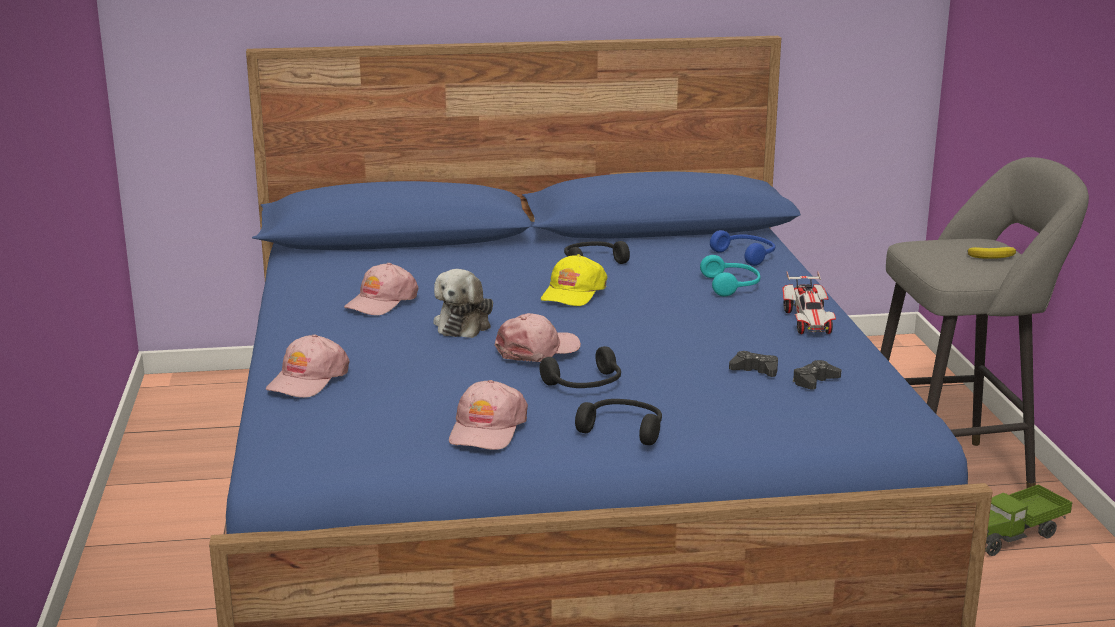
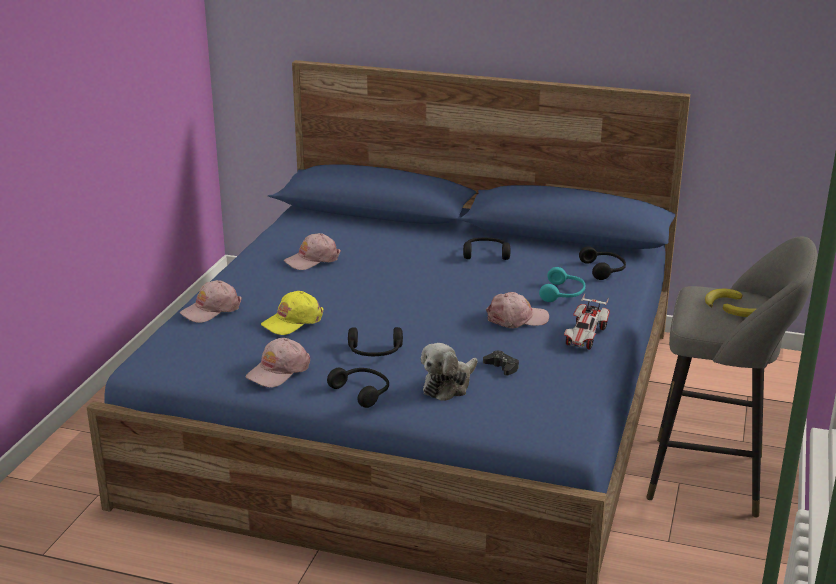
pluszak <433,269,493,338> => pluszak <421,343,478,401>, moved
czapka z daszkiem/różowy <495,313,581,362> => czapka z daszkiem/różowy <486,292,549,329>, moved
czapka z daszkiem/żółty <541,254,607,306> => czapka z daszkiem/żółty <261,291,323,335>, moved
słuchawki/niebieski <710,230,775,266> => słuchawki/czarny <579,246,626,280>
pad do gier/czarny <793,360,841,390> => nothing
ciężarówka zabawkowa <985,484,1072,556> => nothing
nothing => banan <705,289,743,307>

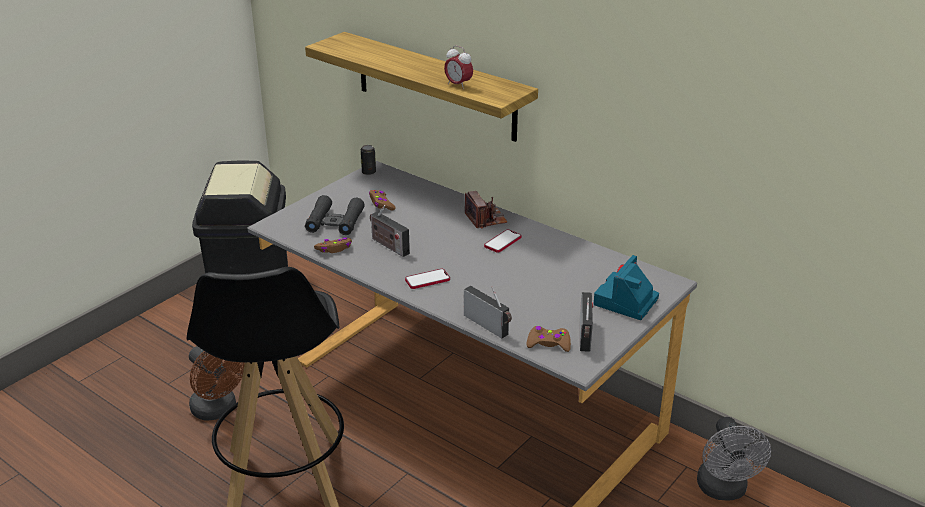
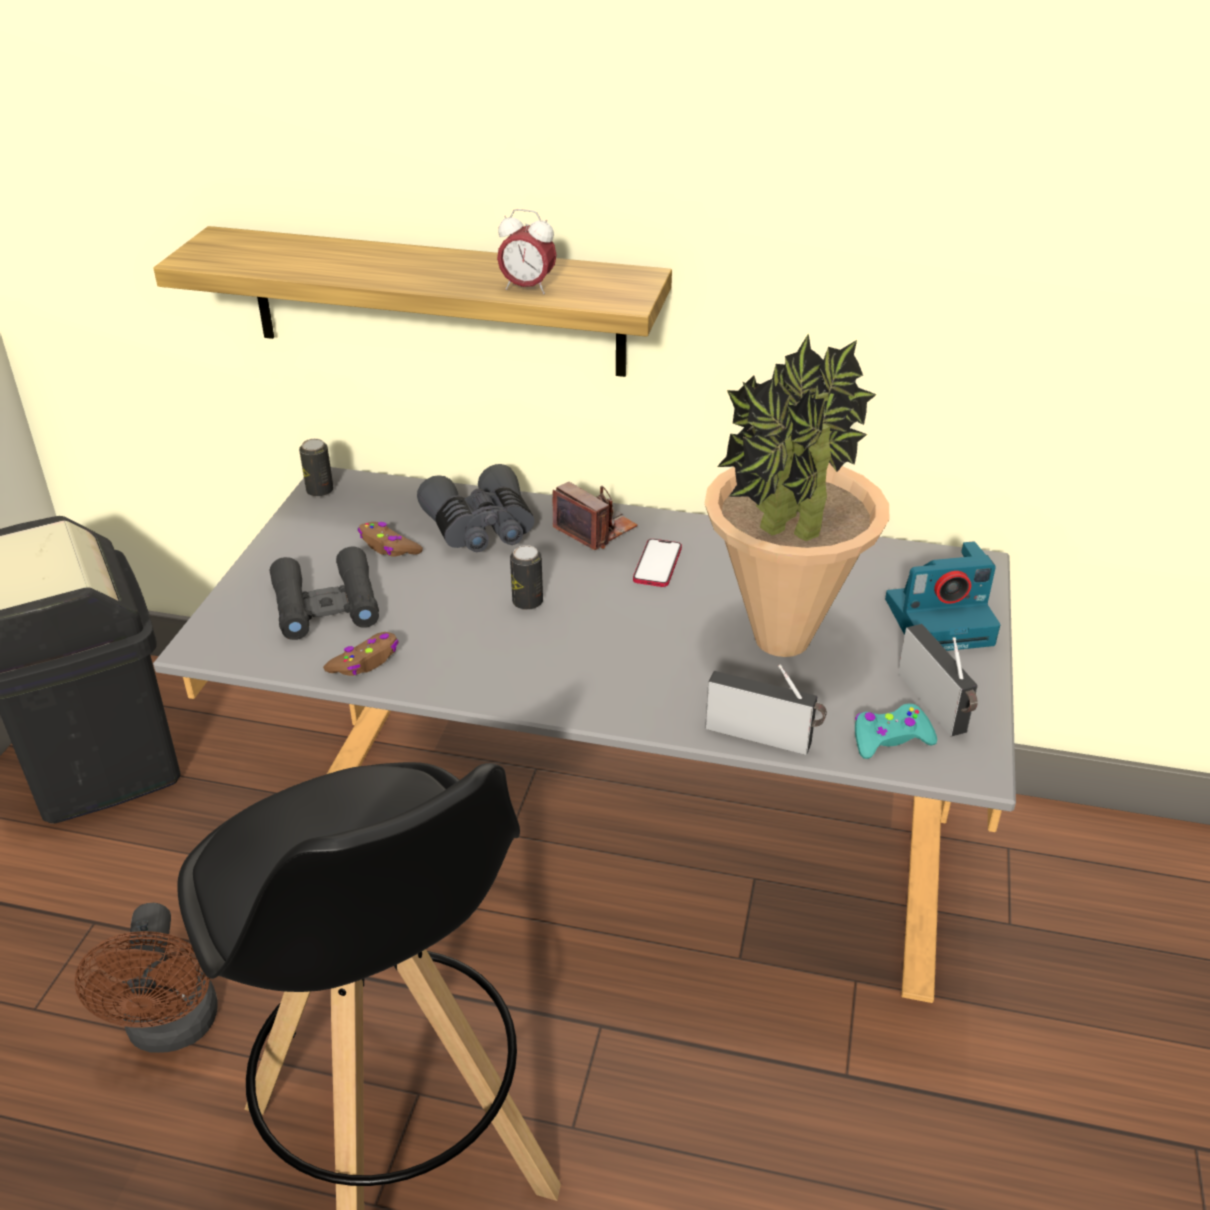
wentylator/brązowy <189,346,245,421> => wentylator/brązowy <75,903,218,1053>, 60 degrees clockwise
radio <370,205,410,257> => nothing
telefon <405,269,450,289> => nothing
pad do gier/brązowy <527,326,571,352> => pad do gier/turkusowy <855,704,937,759>
aparat fotograficzny <593,255,659,320> => aparat fotograficzny <885,541,1000,651>, 105 degrees counterclockwise
wentylator/szary <697,417,771,501> => nothing
nothing => lornetka/szary <417,464,534,552>
nothing => puszka <510,545,543,610>
nothing => roślina doniczkowa <705,333,889,657>

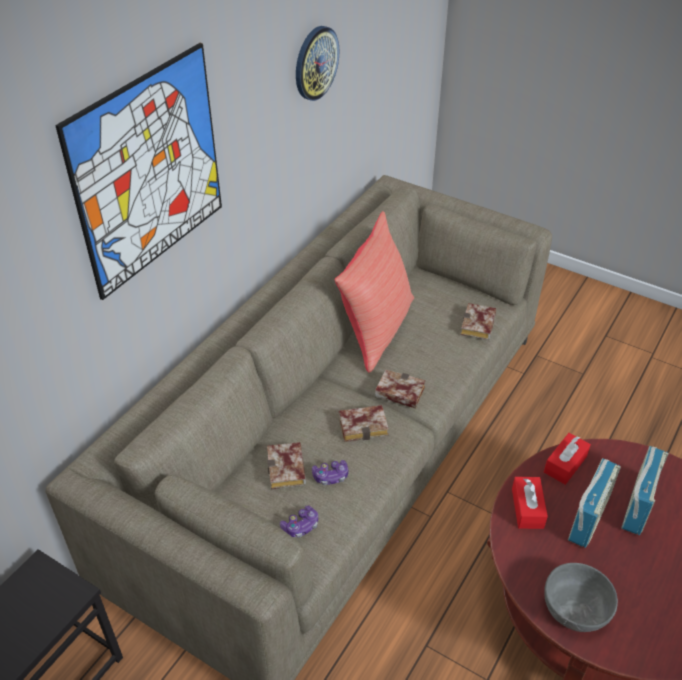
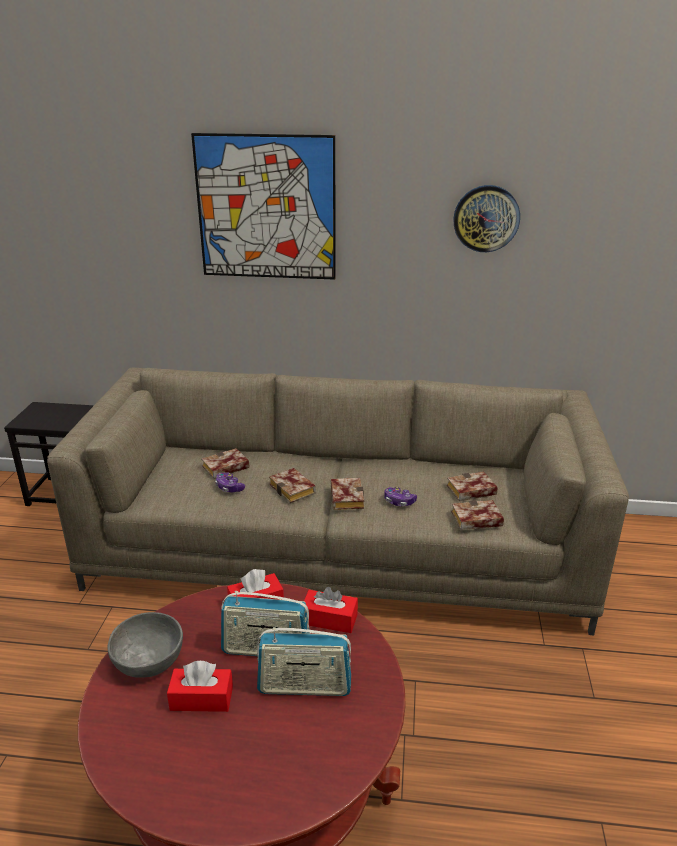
pad do gier <280,506,318,538> => pad do gier <384,487,417,506>, moved
poduszka/czerwony <335,211,414,373> => nothing
nothing => pudełko chusteczek/czerwony <167,661,233,712>
nothing => książka <447,471,498,501>

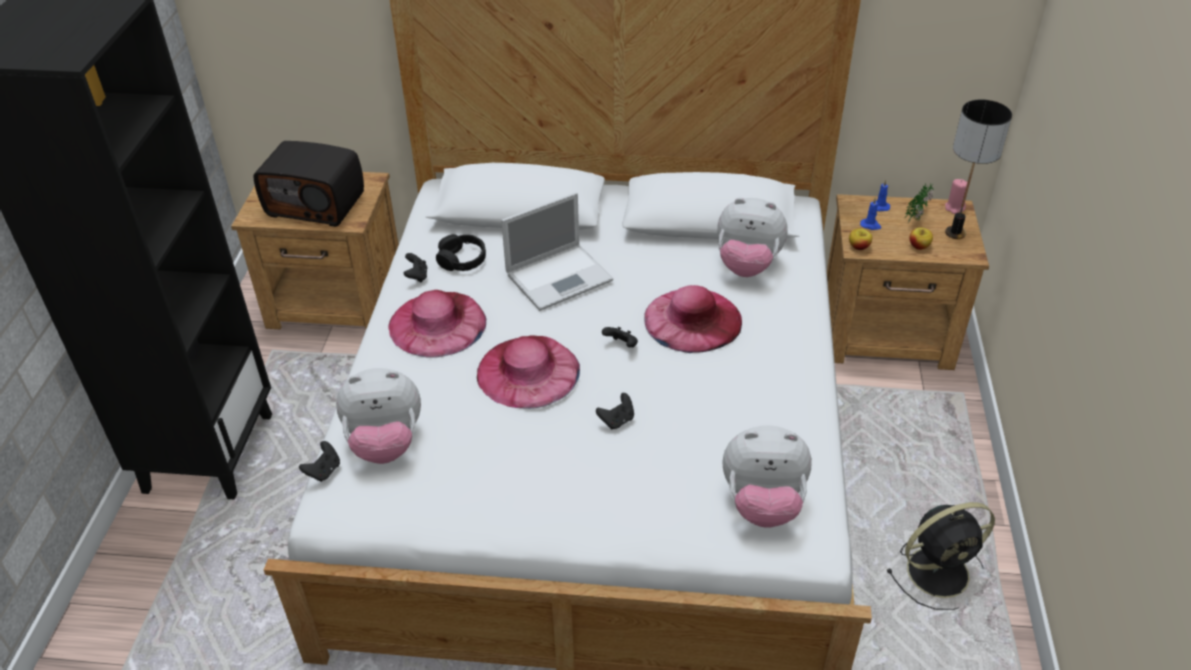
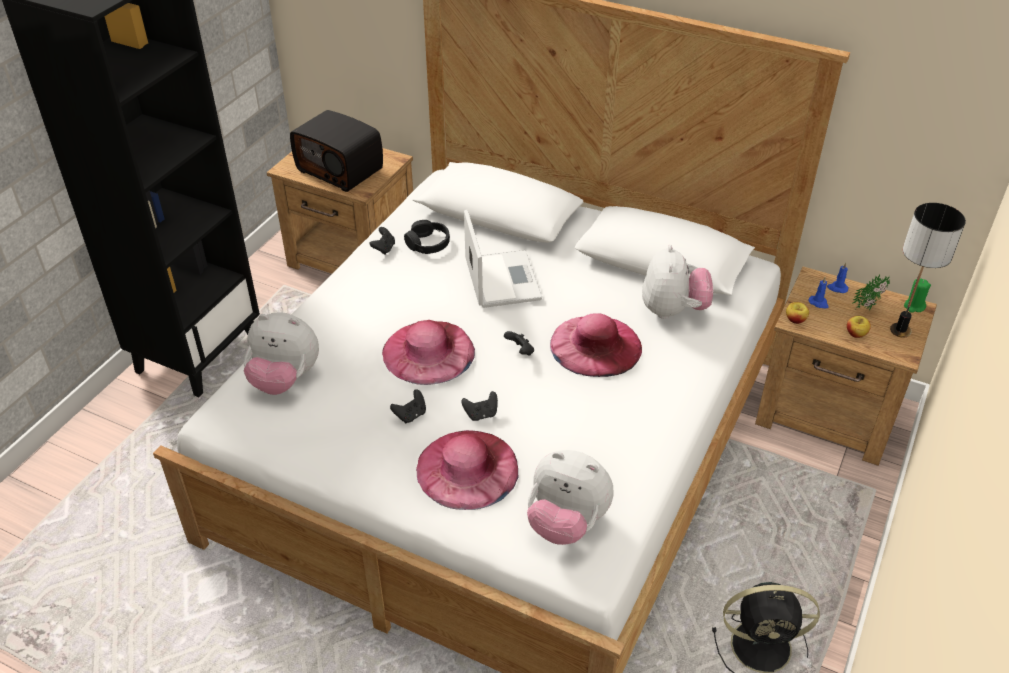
pad do gier/czarny <299,441,340,482> => pad do gier/czarny <390,389,426,423>, moved
kapelusz/różowy <388,290,486,358> => kapelusz/różowy <416,430,519,510>, moved
laptop <501,192,613,311> => laptop <464,210,542,308>, 90 degrees counterclockwise
pluszak <717,198,787,277> => pluszak <642,245,713,319>, 120 degrees counterclockwise
świeca/różowy <945,179,967,214> => świeca/zielony <904,279,931,313>

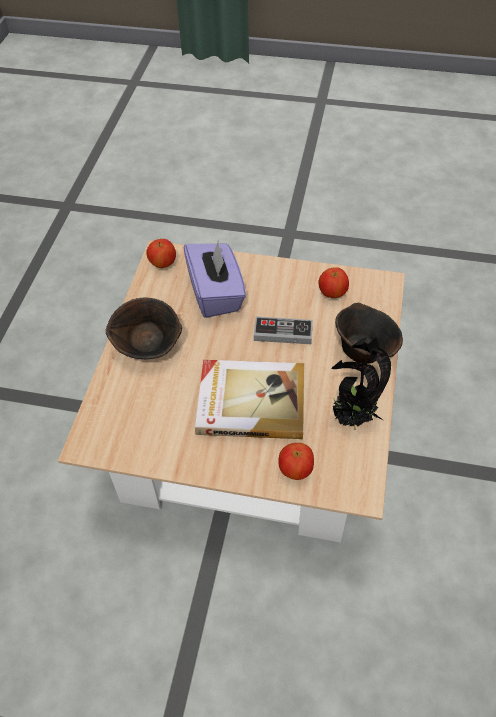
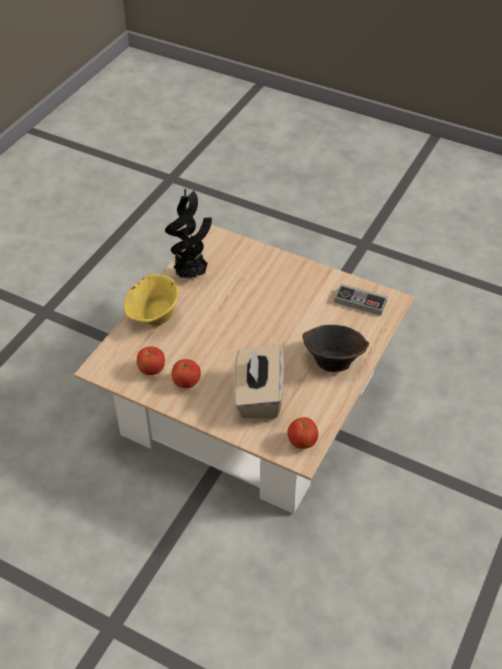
pudełko chusteczek/fioletowy <184,239,246,318> => pudełko chusteczek/beżowy <234,344,284,419>
książka <195,360,304,439> => nothing
pad do gier <254,317,313,344> => pad do gier <334,284,388,316>, moved
jabłko <278,443,314,480> => jabłko <172,359,201,388>, moved
miska/brązowy <335,303,403,364> => miska/żółty <124,274,179,326>

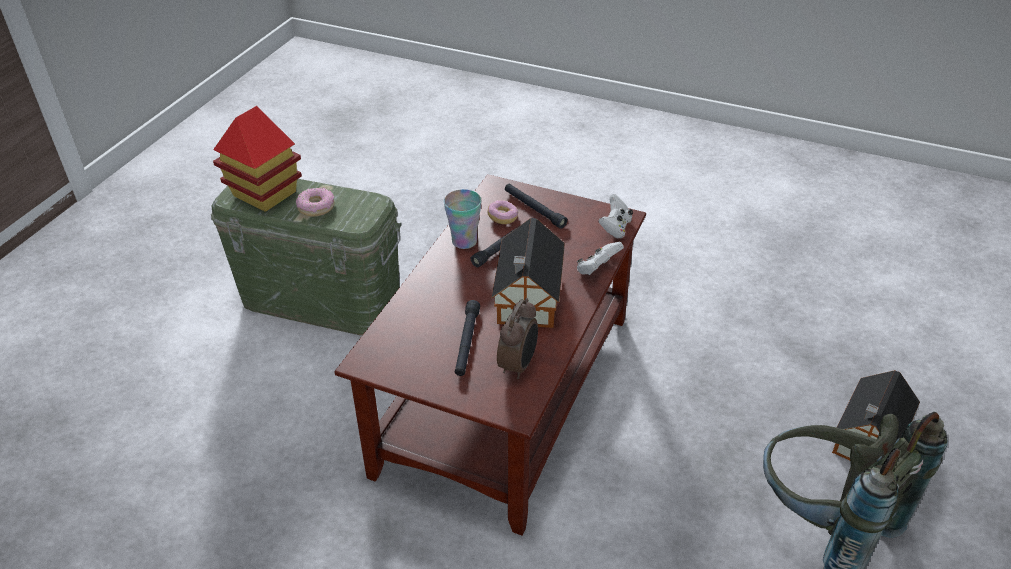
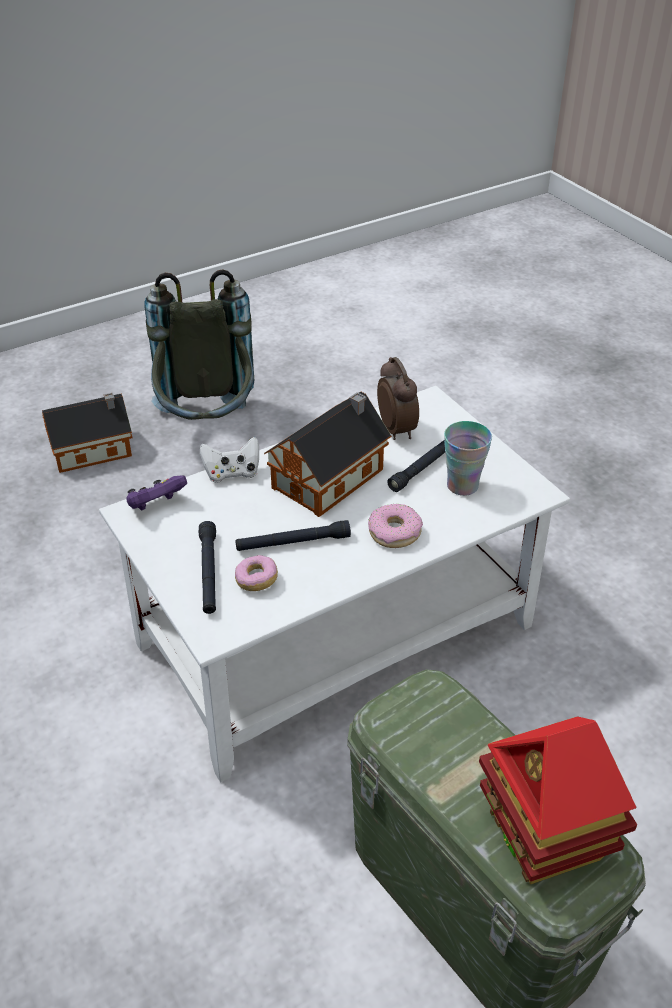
donut <296,188,334,217> => donut <368,504,423,548>, moved
ława/brązowy <335,175,646,536> => ława/biały <99,386,570,782>
filiżanka <444,189,481,249> => filiżanka <444,421,492,496>, moved
budzik <497,298,538,380> => budzik <377,357,419,440>, 105 degrees clockwise
pad do gier/biały <598,194,633,238> => pad do gier/fioletowy <126,475,187,511>

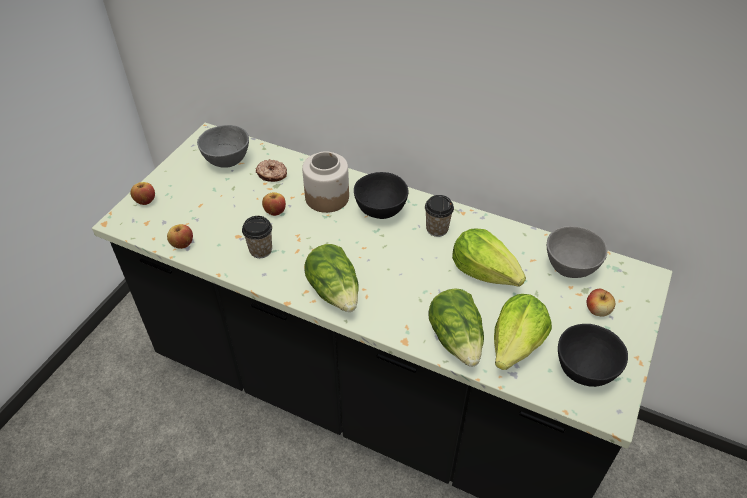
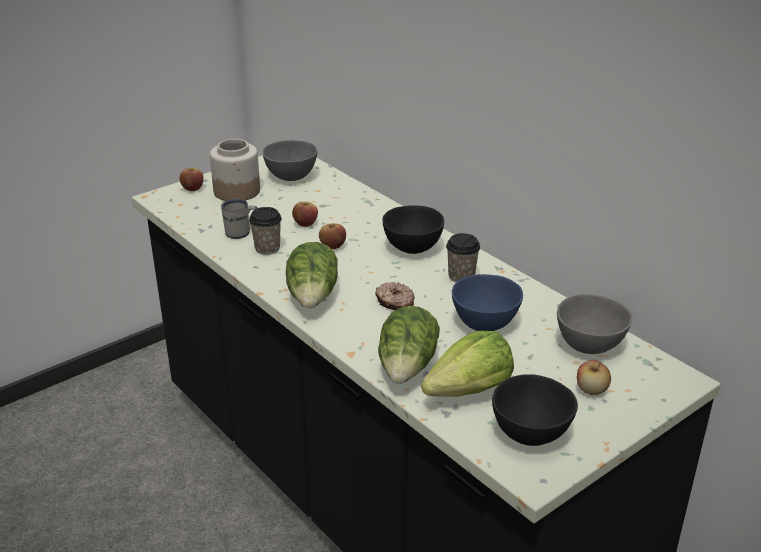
jabłko <167,224,193,249> => jabłko <319,223,346,249>, moved
donut <255,159,287,182> => donut <375,282,415,310>, moved
słoik <302,151,349,213> => słoik <210,139,260,201>, moved
sałata <452,228,526,287> => miska/niebieski <452,274,523,331>
nothing => kubek/biały <221,199,257,239>

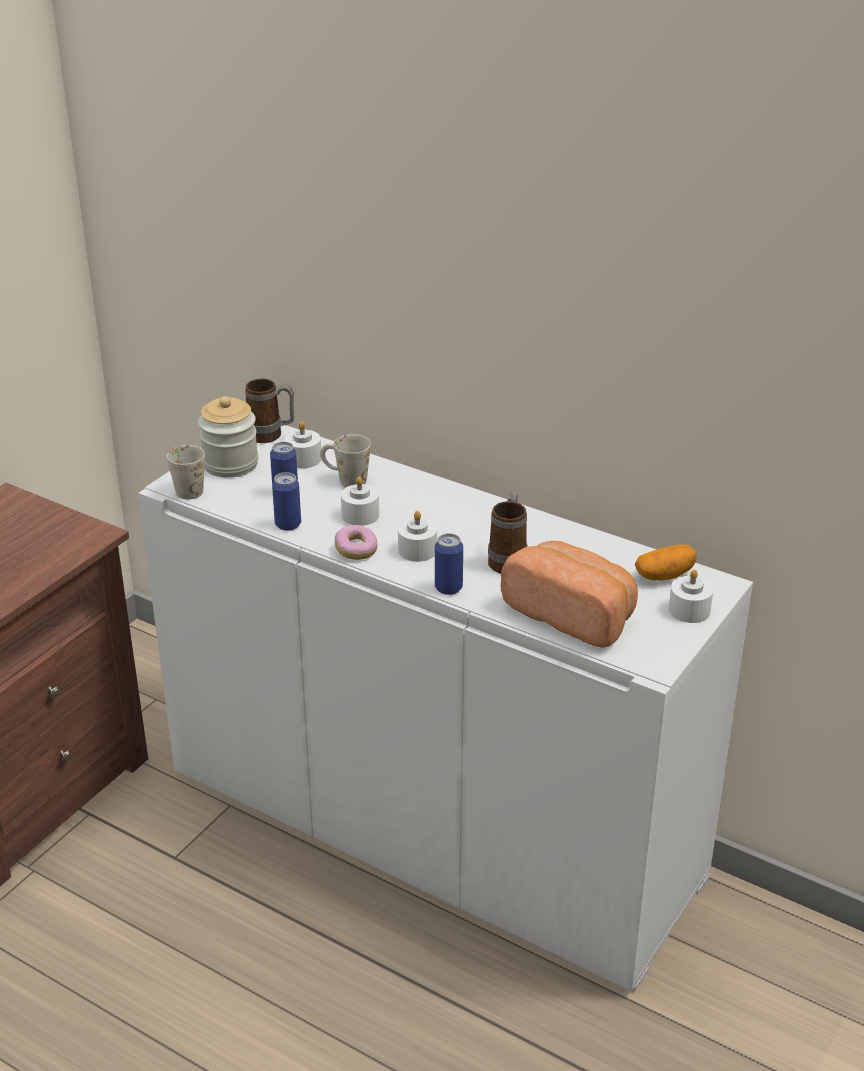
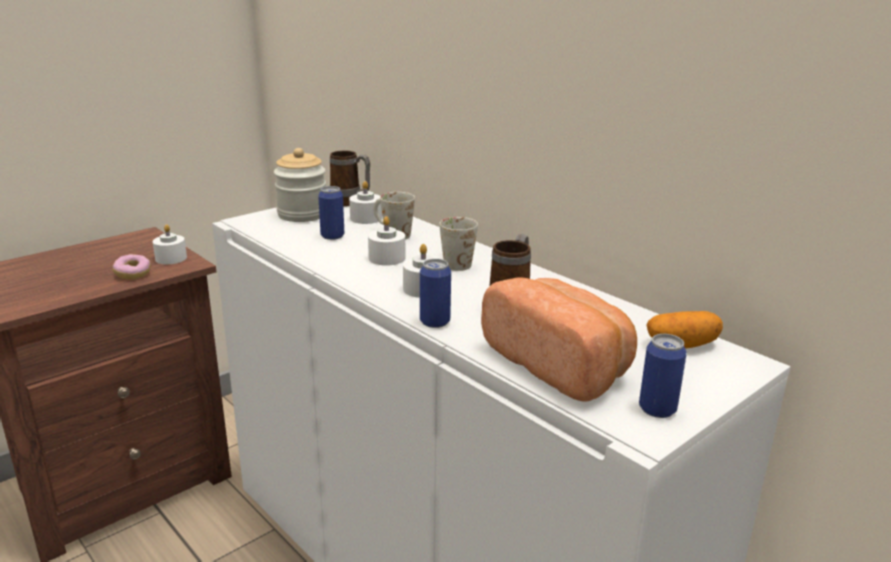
kubek/biały <167,445,205,500> => kubek/biały <439,217,478,271>, moved
puszka <272,472,301,531> => puszka <639,334,687,418>, moved
donut <335,525,378,560> => donut <112,254,151,279>, moved
świeca/biały <669,569,713,623> => świeca/biały <153,224,187,264>, moved

